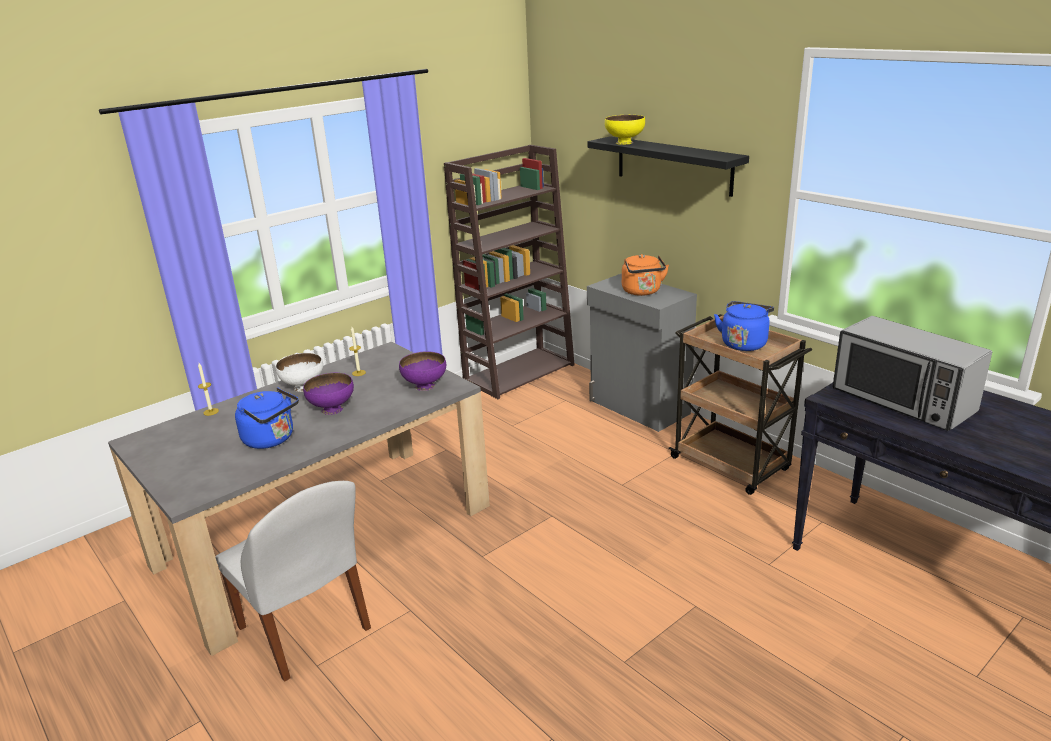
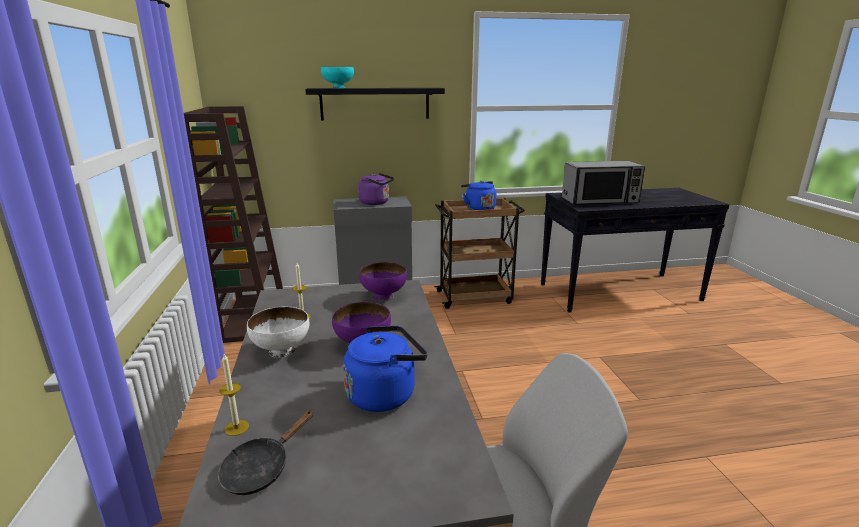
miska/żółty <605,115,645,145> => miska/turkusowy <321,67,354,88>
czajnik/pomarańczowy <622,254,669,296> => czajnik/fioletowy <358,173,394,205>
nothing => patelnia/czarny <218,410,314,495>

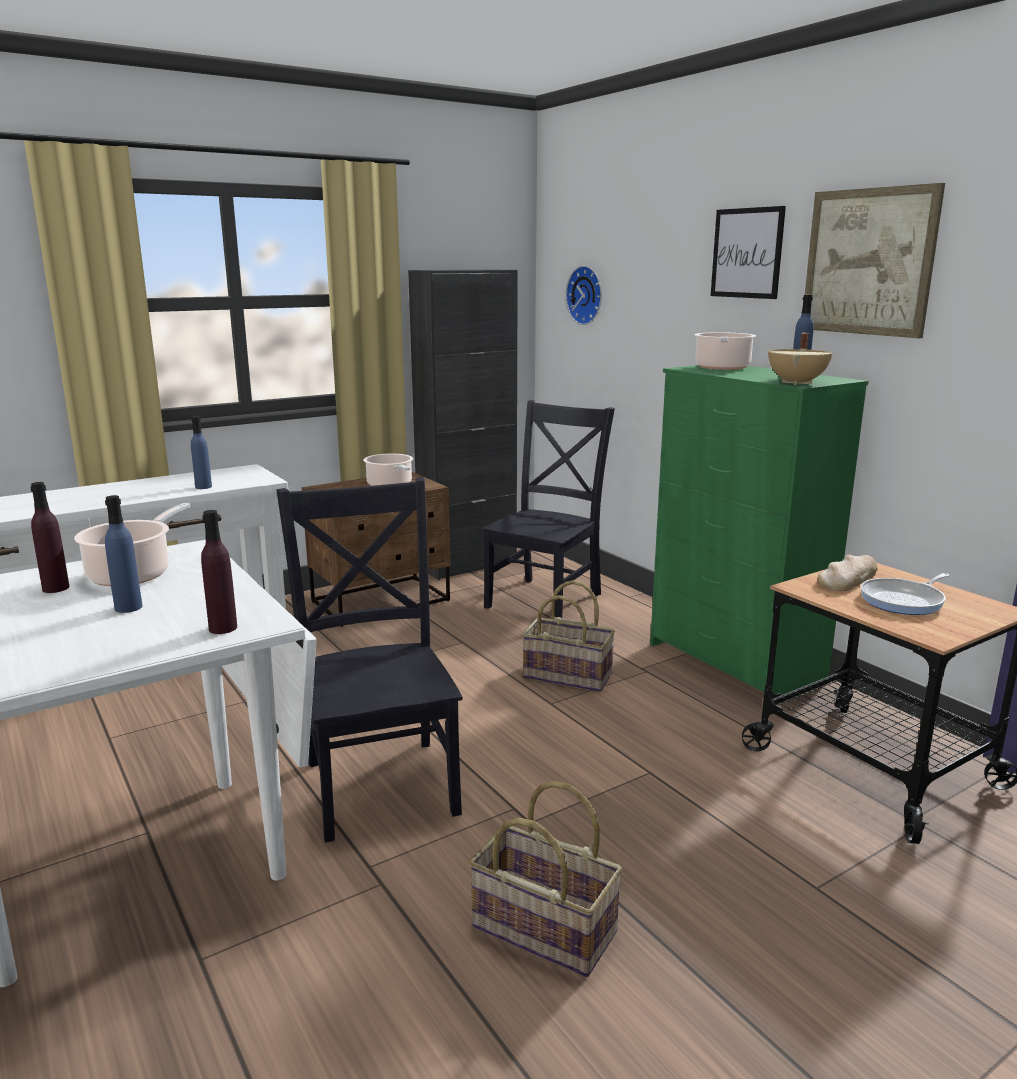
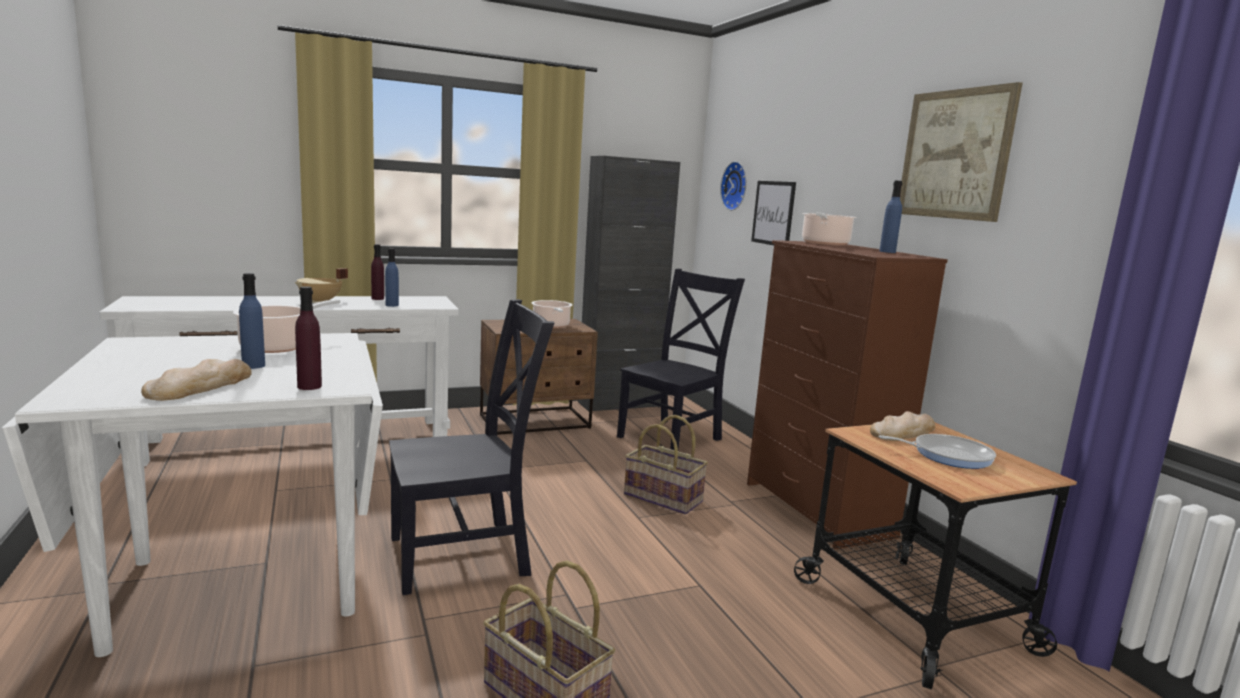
butelka/fioletowy <31,482,69,593> => butelka/fioletowy <371,244,384,300>, moved
krzesło/czarny <276,478,463,842> => krzesło/czarny <389,299,554,595>, 75 degrees clockwise
komoda/zielony <650,365,868,705> => komoda/brązowy <747,240,948,549>
obraz <711,206,786,299> => obraz <751,181,796,245>, moved
garnek/beżowy <768,333,833,385> => garnek/beżowy <294,268,348,303>, moved
patelnia <860,573,950,615> => patelnia <879,434,996,469>, 150 degrees counterclockwise
nothing => chleb <141,359,252,401>

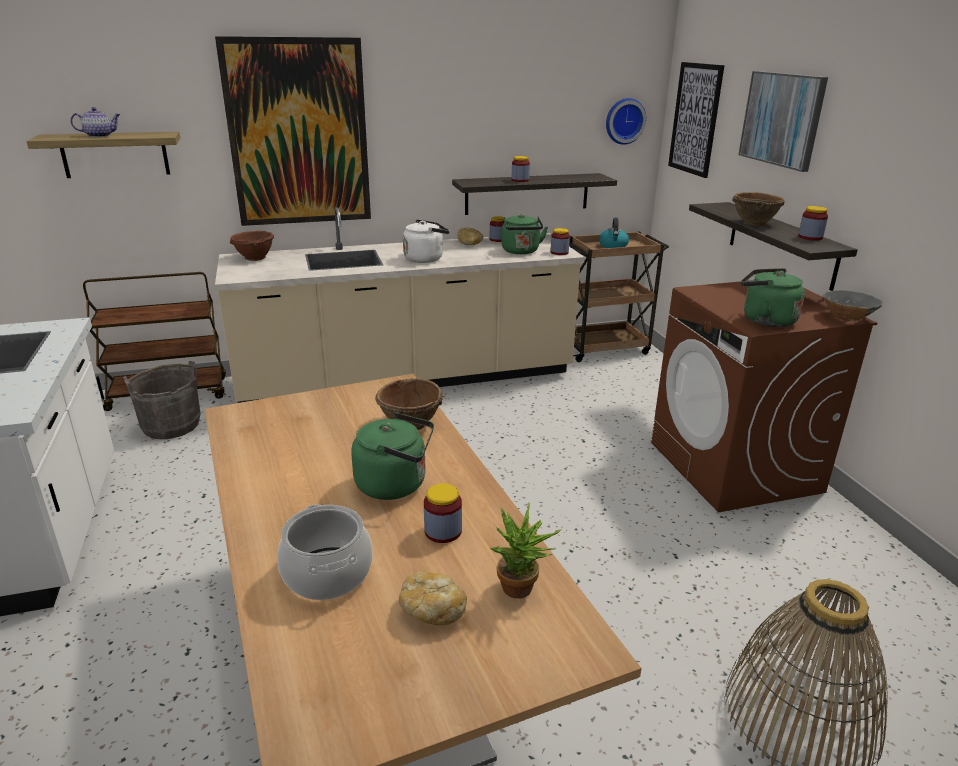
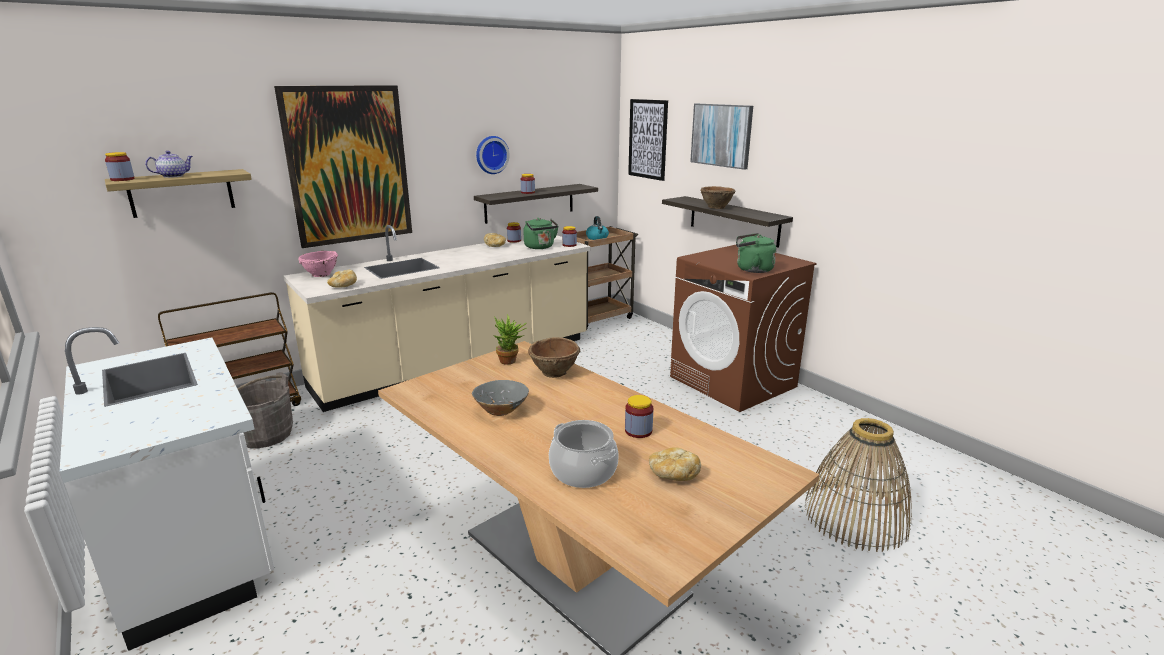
miska/brązowy <230,231,274,261> => miska/różowy <298,251,338,277>
czajnik/zielony <351,413,434,500> => nothing
czajnik/biały <403,219,450,263> => nothing
roślina doniczkowa <490,502,561,599> => roślina doniczkowa <493,314,526,364>, moved
zegar ścienny <606,98,646,145> => zegar ścienny <476,136,510,174>, moved
słoik <798,206,828,241> => słoik <105,152,135,181>, moved
miska/szary <823,290,883,321> => miska/szary <472,380,529,416>, moved
nothing => chleb <327,270,357,288>

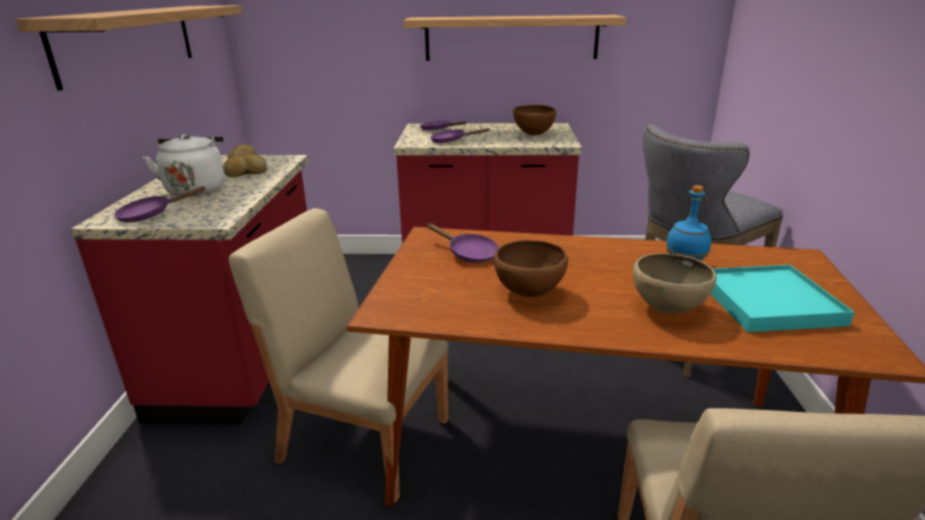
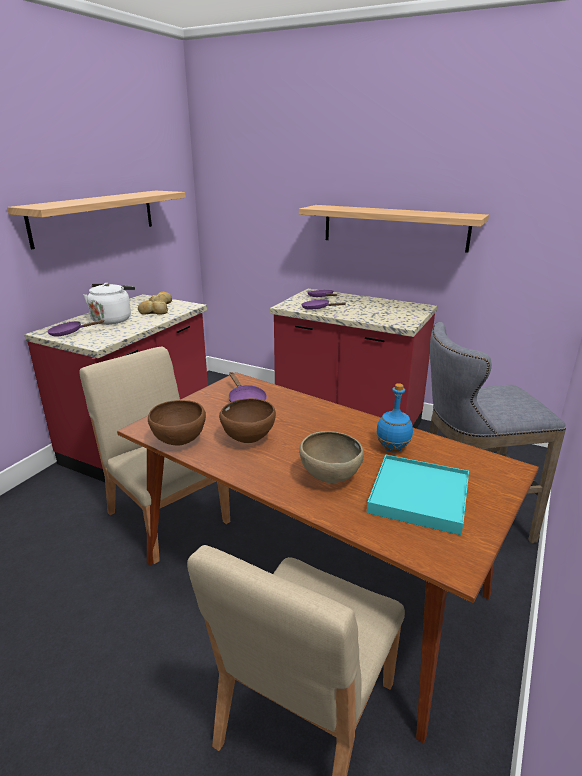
miska/brązowy <513,105,556,135> => miska/brązowy <148,400,206,445>, moved

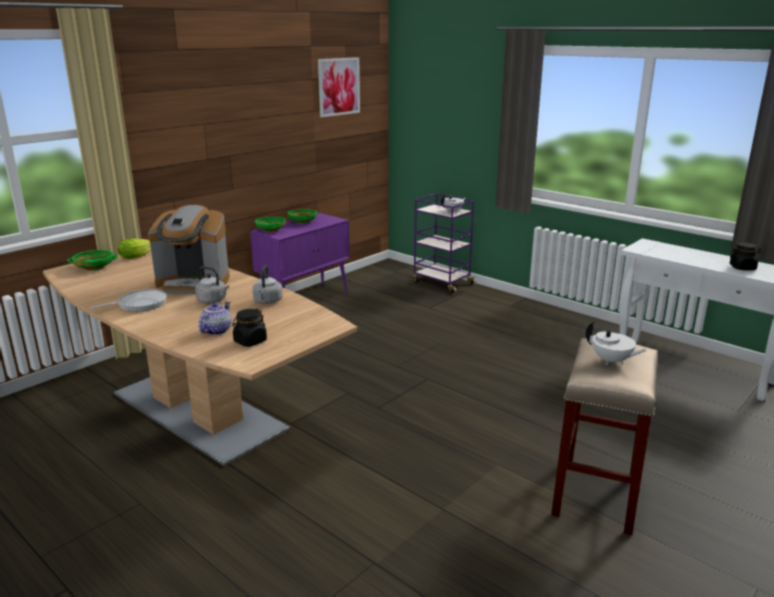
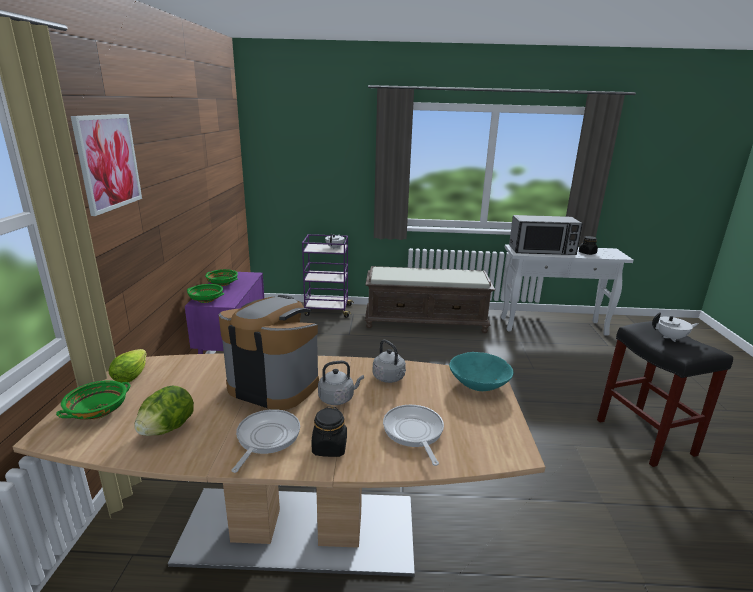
ekspres do kawy <148,205,230,293> => ekspres do kawy <219,295,319,410>, 120 degrees counterclockwise
imbryk <198,301,232,335> => patelnia <383,405,444,466>
słoik/czarny <232,309,267,347> => słoik/czarny <311,406,347,457>, moved
obraz <318,57,360,117> => obraz <71,114,142,216>, moved
stołek/beżowy <551,338,657,535> => stołek/czarny <597,321,733,467>
nothing => sałata <134,386,194,436>
nothing => ławka/brązowy <365,266,495,333>
nothing => miska/turkusowy <449,352,513,391>
nothing => mikrofalówka <509,215,583,255>

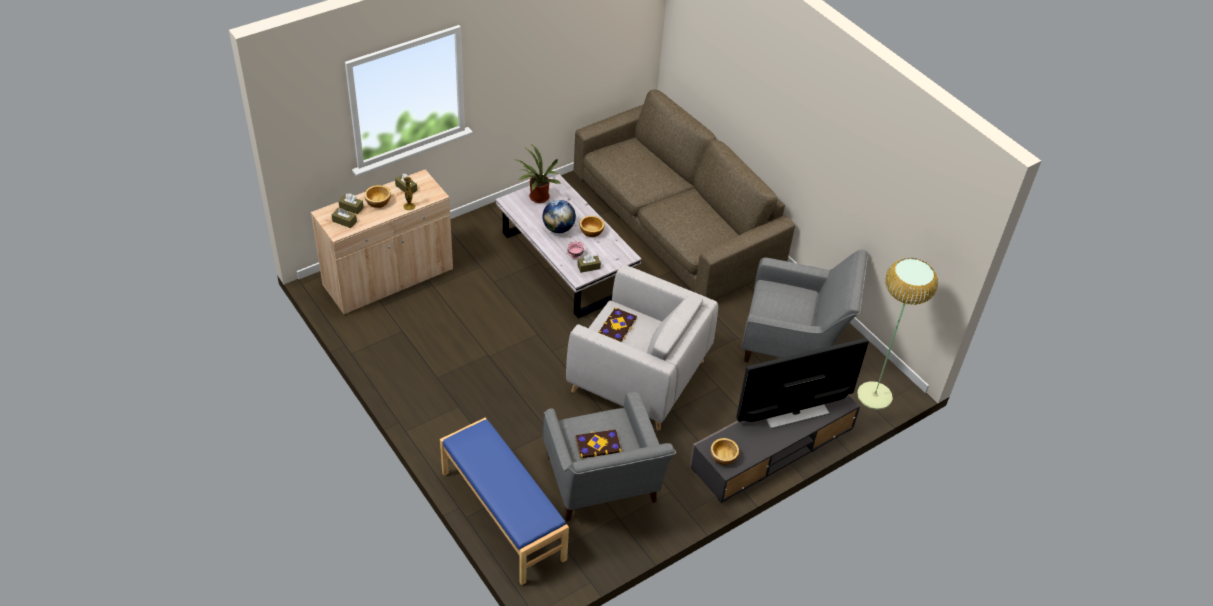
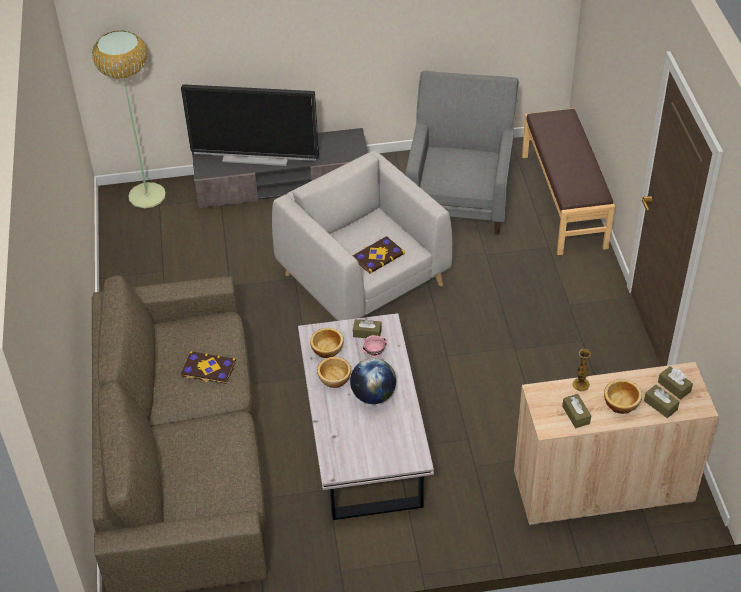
ławka/niebieski <440,418,569,585> => ławka/brązowy <522,108,615,255>
roślina doniczkowa <516,144,561,203> => nothing
książka <575,429,622,459> => książka <181,351,236,384>, moved
miska <711,438,739,465> => miska <310,328,344,358>, moved
fotel/szary <741,250,869,362> => nothing

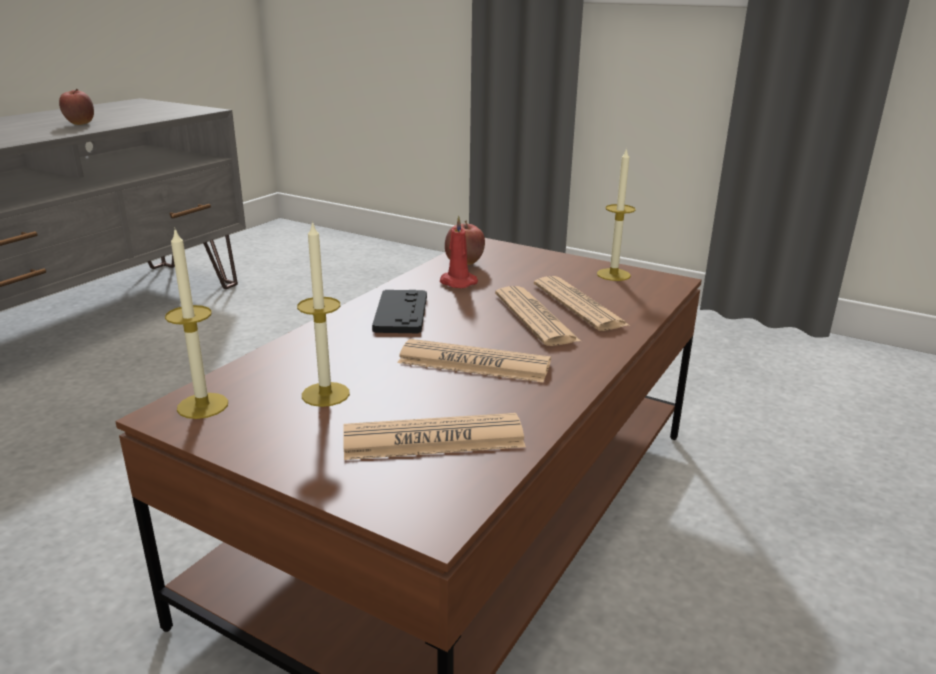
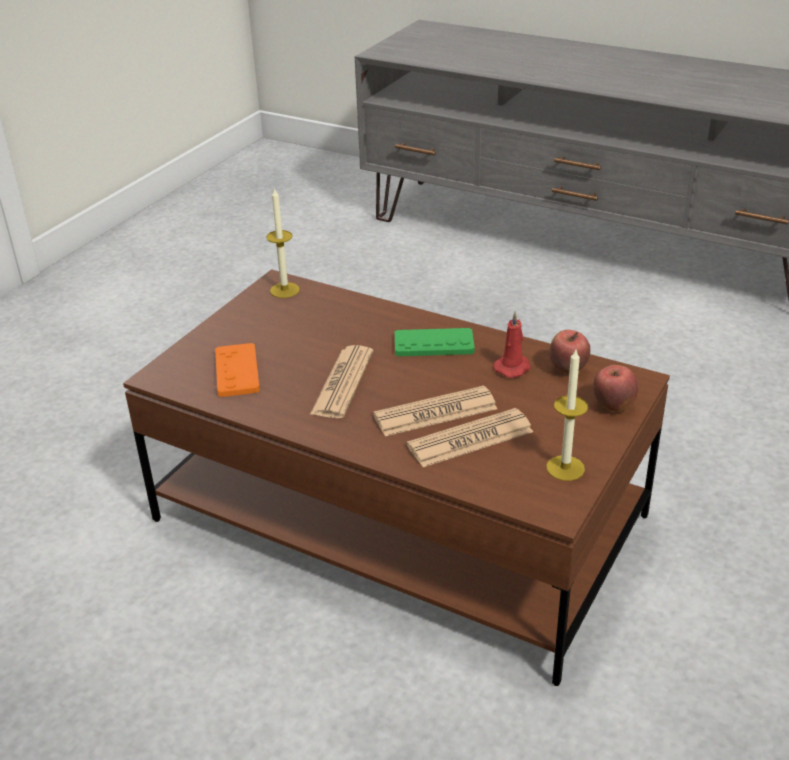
jabłko <59,89,94,125> => jabłko <593,365,638,412>, moved
świeca <297,221,350,407> => nothing
gazeta <343,413,526,460> => pad do gier/pomarańczowy <215,343,260,397>
pad do gier/czarny <372,290,427,333> => pad do gier/zielony <395,328,475,356>

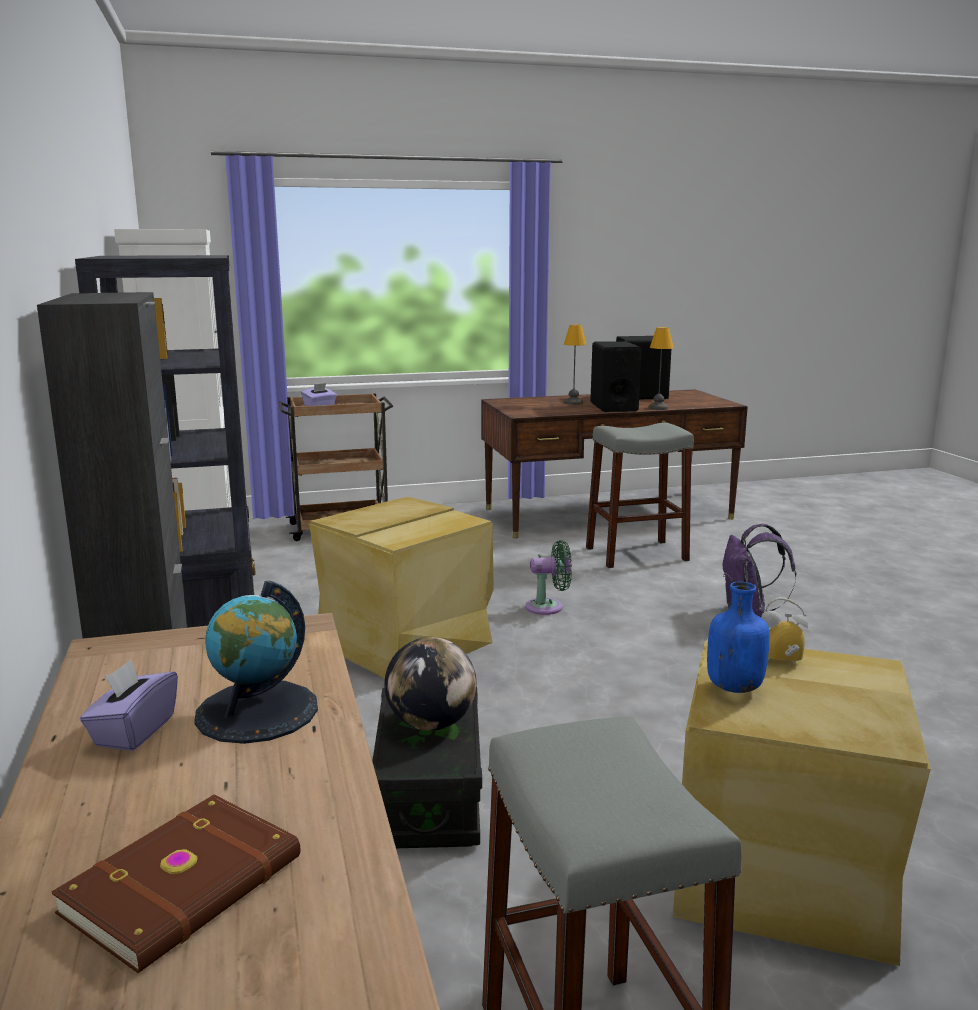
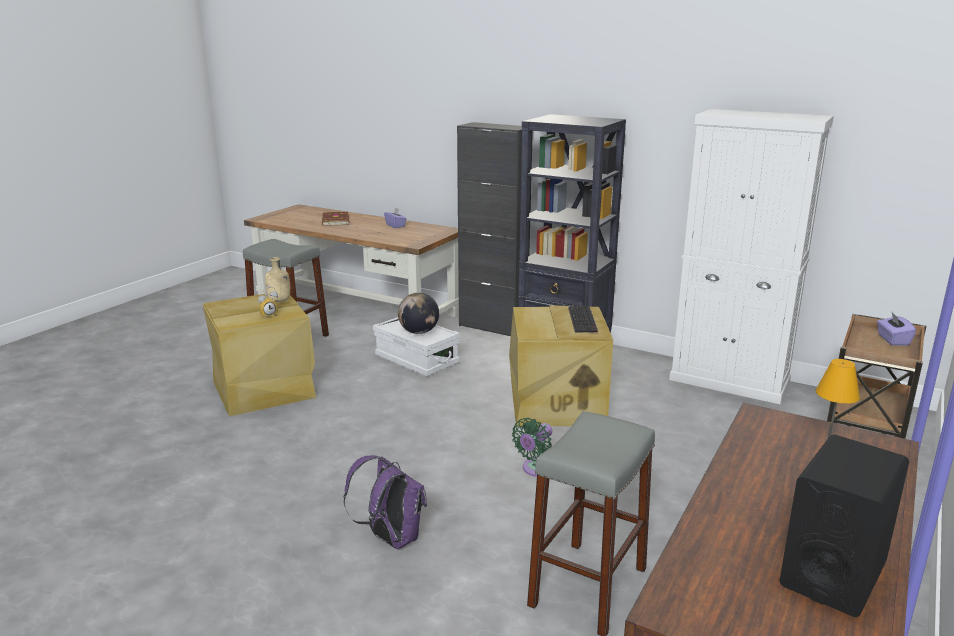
globus <194,581,318,744> => nothing
pojemnik do przechowywania/czarny <372,686,482,848> => pojemnik do przechowywania/biały <373,317,460,377>
głośnik/czarny <590,341,642,412> => nothing
lampa stołowa <648,327,673,410> => nothing
butelka/niebieski <707,581,770,693> => butelka/beżowy <265,257,290,302>
nothing => klawiatura <568,306,598,333>

